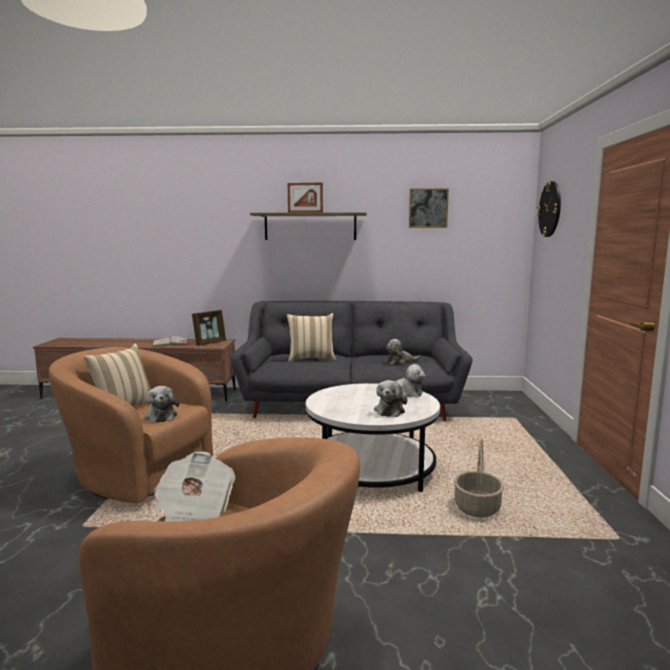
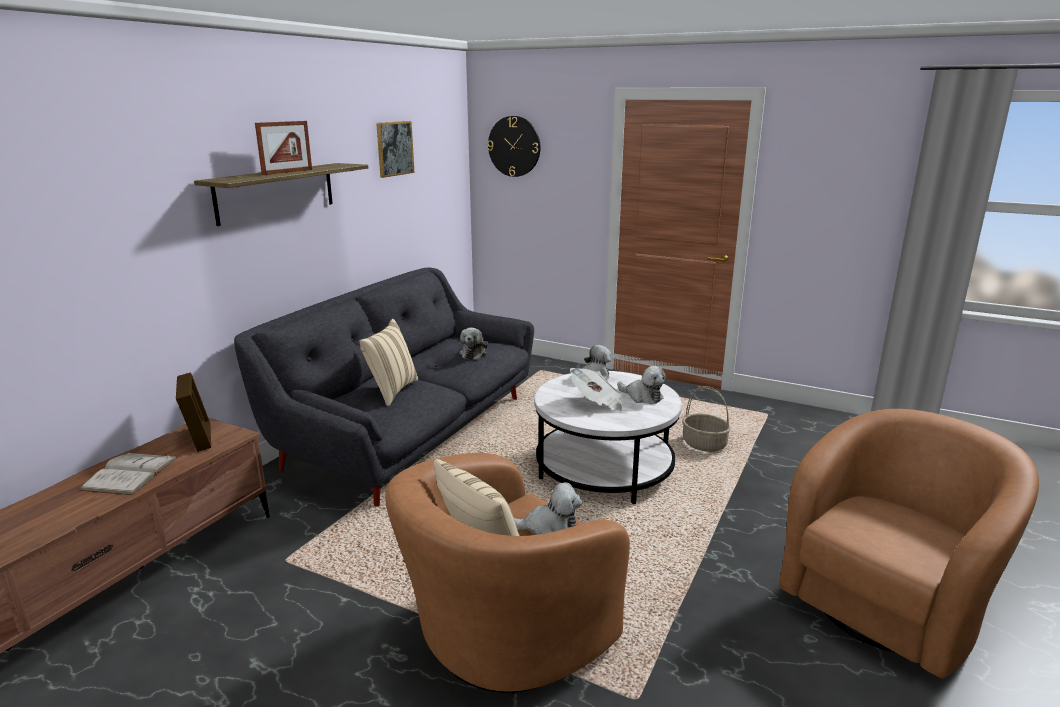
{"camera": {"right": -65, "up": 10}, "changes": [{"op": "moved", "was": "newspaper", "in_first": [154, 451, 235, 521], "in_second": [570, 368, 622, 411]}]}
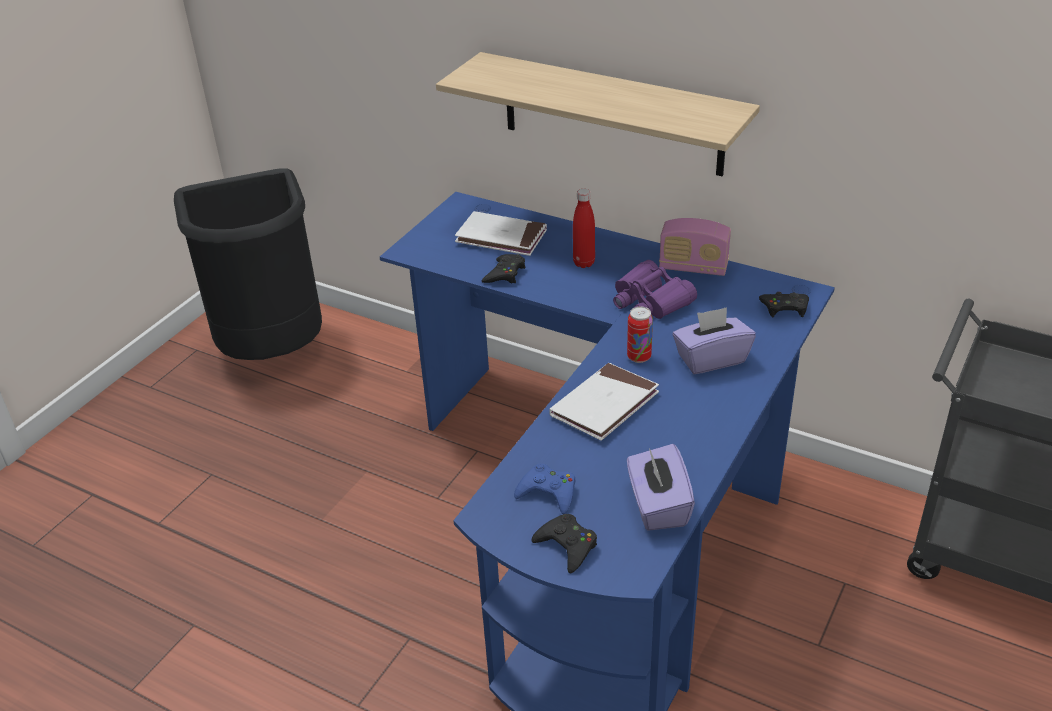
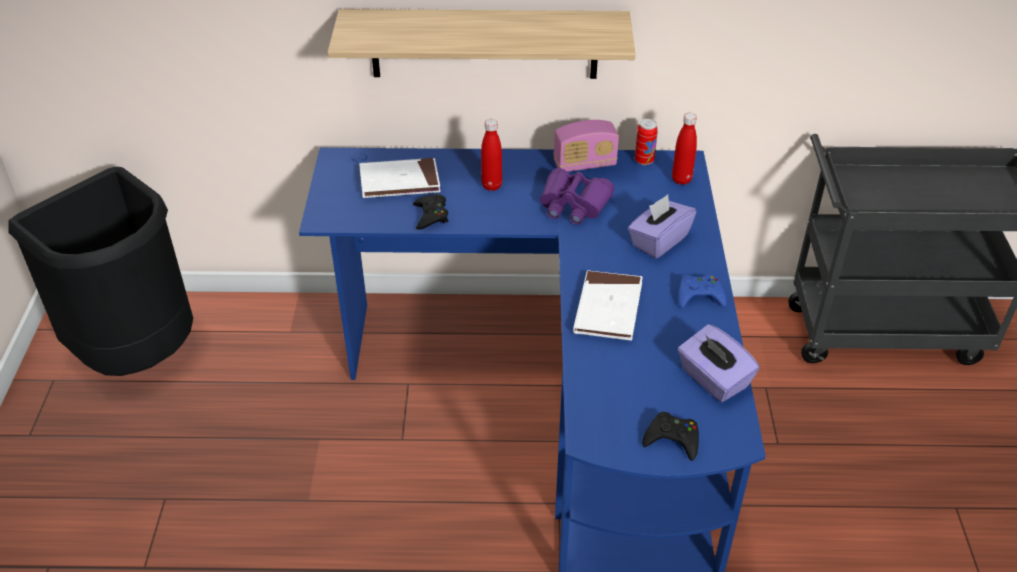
{"camera": {"right": -30, "up": 5}, "changes": [{"op": "moved", "was": "blue game controller", "in_first": [514, 464, 575, 514], "in_second": [678, 275, 727, 308]}, {"op": "moved", "was": "can", "in_first": [627, 306, 653, 363], "in_second": [635, 119, 658, 165]}, {"op": "replaced", "was": "black game controller", "now": "red bottle", "in_first": [759, 292, 809, 317], "in_second": [672, 113, 697, 185]}]}
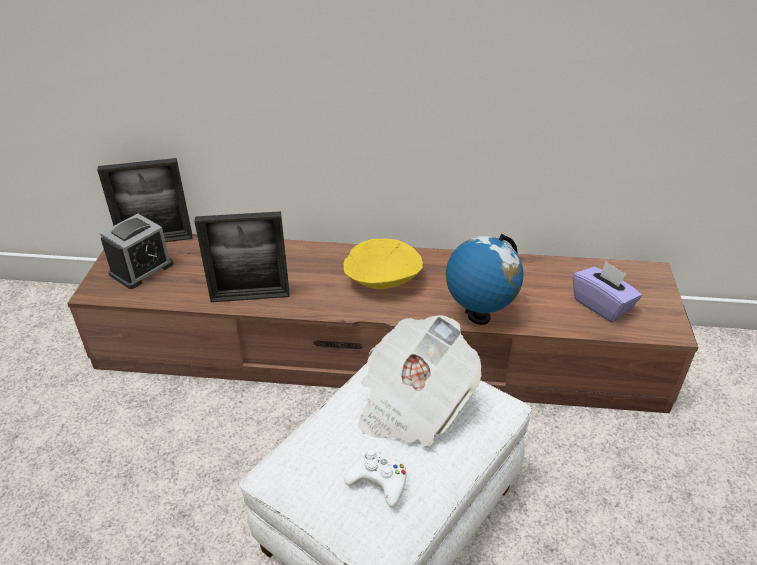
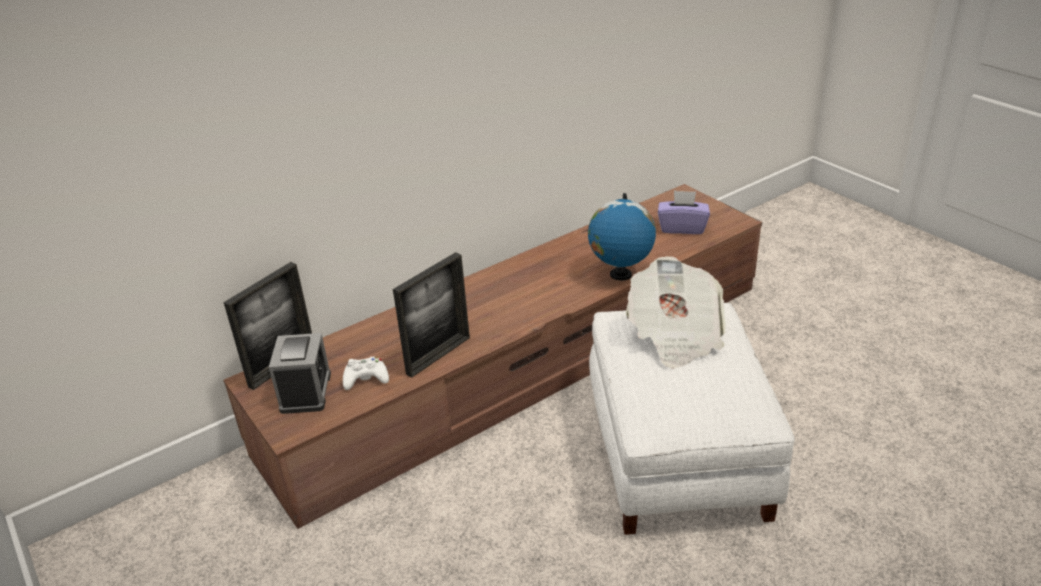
{"camera": {"right": -40, "up": -5}, "changes": [{"op": "removed", "was": "yellow bowl", "in_first": [343, 239, 423, 289]}, {"op": "moved", "was": "white game controller", "in_first": [344, 449, 407, 507], "in_second": [343, 357, 389, 390]}]}
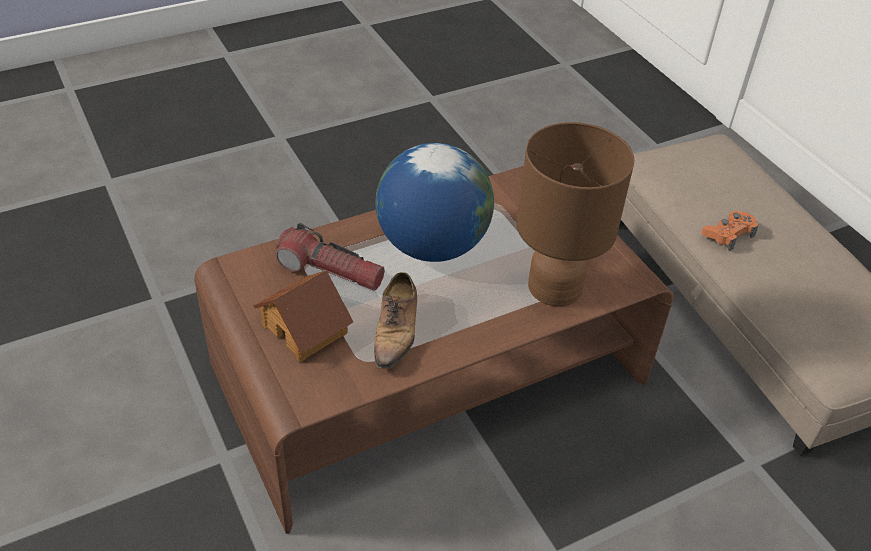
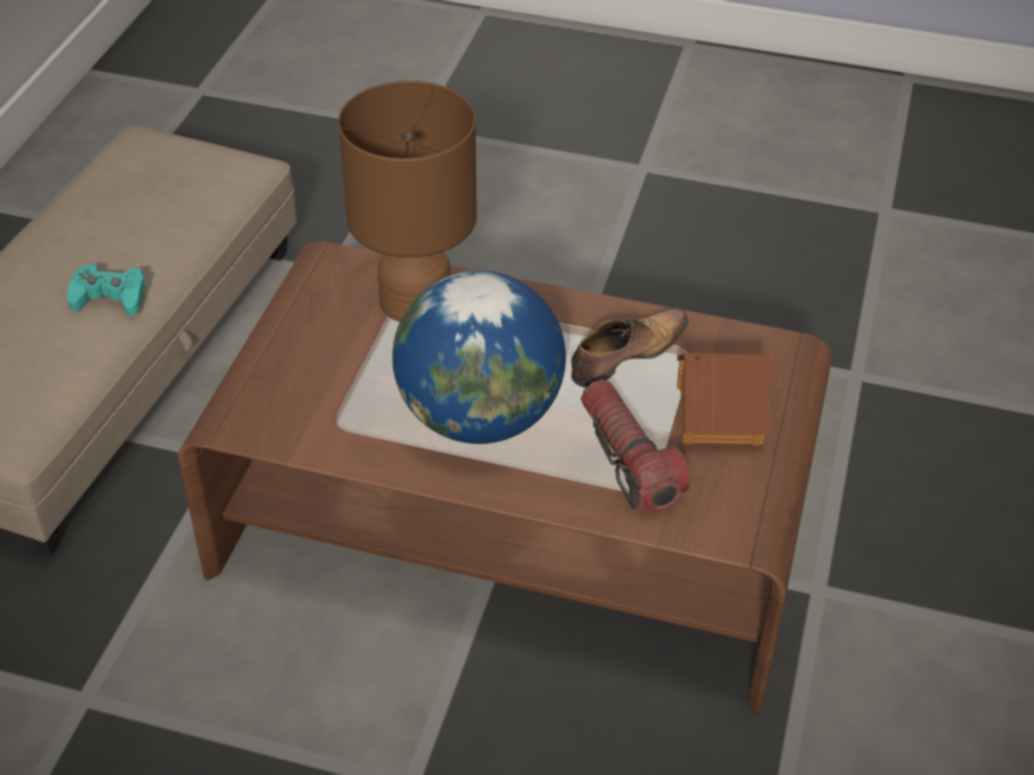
{"camera": {"right": -135, "up": 0}, "changes": [{"op": "recoloured", "was": "orange game controller", "now": "turquoise game controller", "in_first": [701, 211, 758, 251], "in_second": [67, 264, 146, 316]}]}
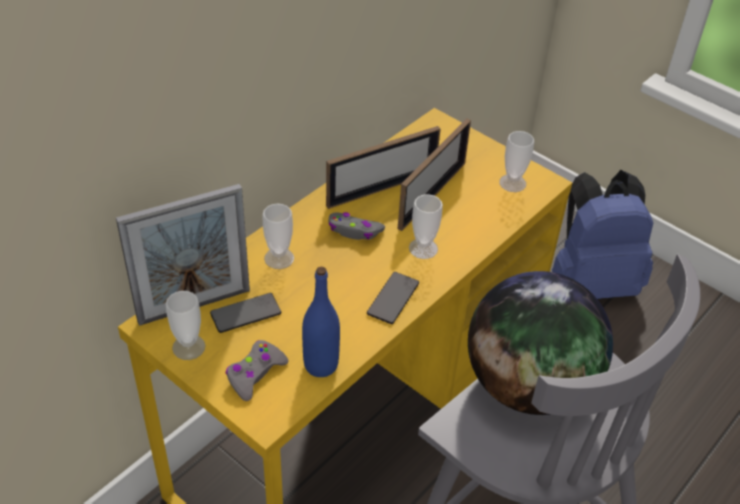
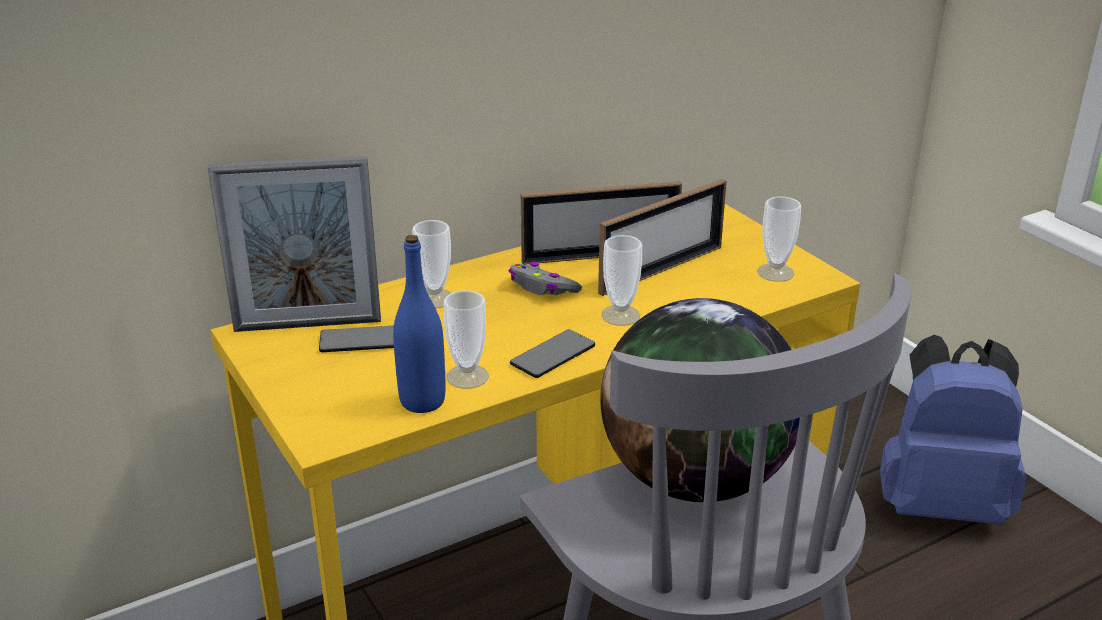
{"camera": {"right": 20, "up": -15}, "changes": [{"op": "moved", "was": "cup", "in_first": [166, 291, 206, 360], "in_second": [444, 290, 489, 389]}, {"op": "removed", "was": "grey game controller", "in_first": [226, 340, 288, 401]}]}
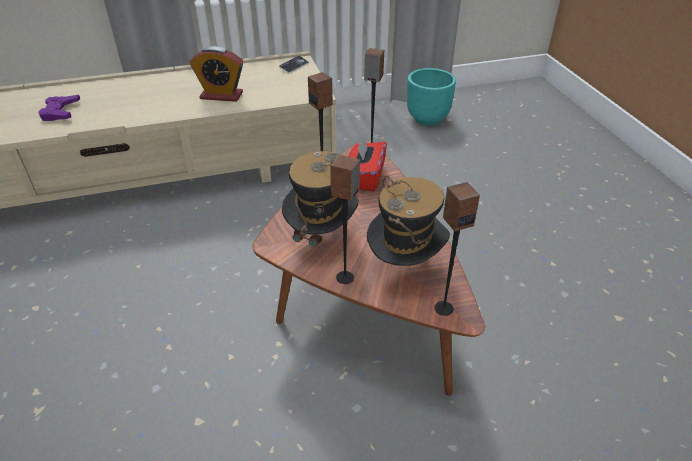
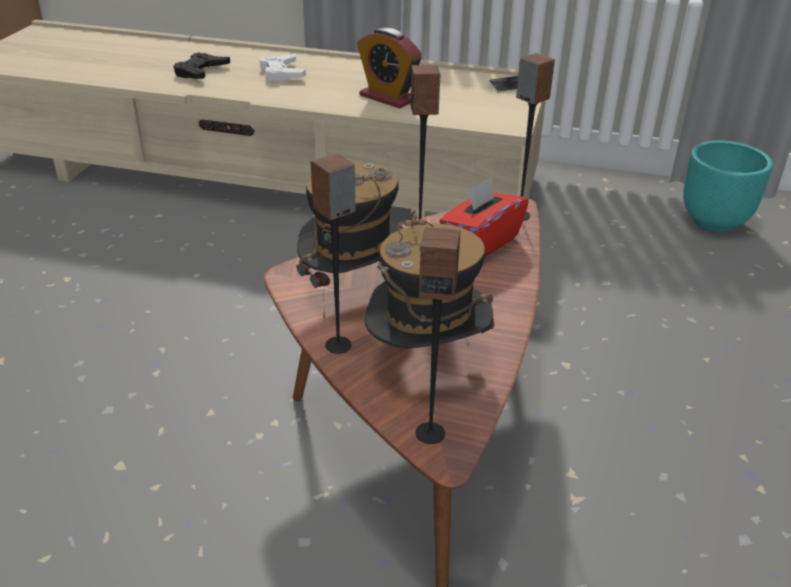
{"camera": {"right": 30, "up": -5}, "changes": [{"op": "recoloured", "was": "purple game controller", "now": "black game controller", "in_first": [38, 94, 80, 121], "in_second": [173, 53, 230, 79]}, {"op": "added", "now": "white game controller", "in_second": [259, 53, 306, 82]}]}
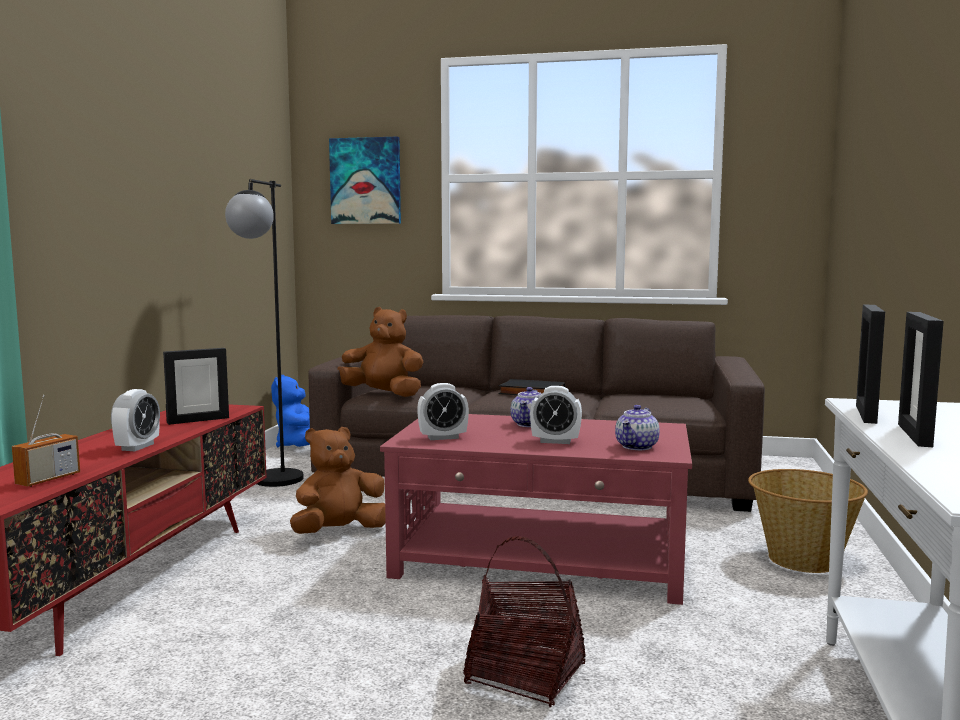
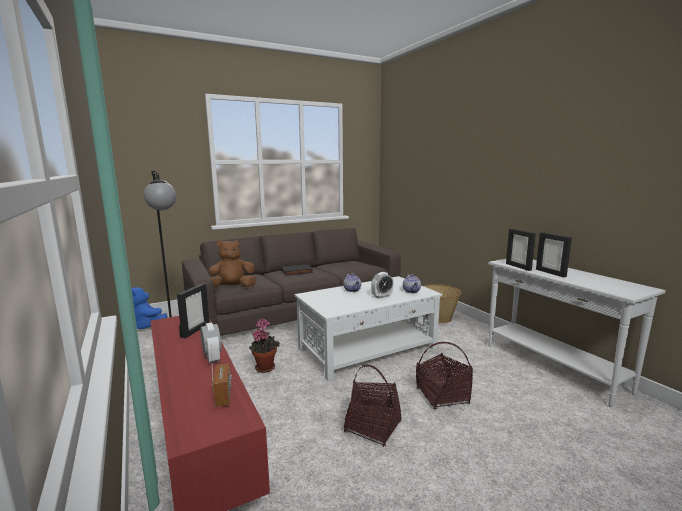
{"camera": {"right": -40, "up": 5}, "changes": [{"op": "replaced", "was": "brown plush toy", "now": "potted plant", "in_first": [290, 427, 386, 534], "in_second": [249, 319, 280, 373]}, {"op": "removed", "was": "picture", "in_first": [329, 136, 401, 224]}, {"op": "recoloured", "was": "red coffee table", "now": "white coffee table", "in_first": [380, 414, 692, 605], "in_second": [295, 276, 442, 380]}, {"op": "removed", "was": "alarm clock", "in_first": [417, 383, 469, 440]}, {"op": "added", "now": "basket", "in_second": [344, 365, 401, 447]}]}
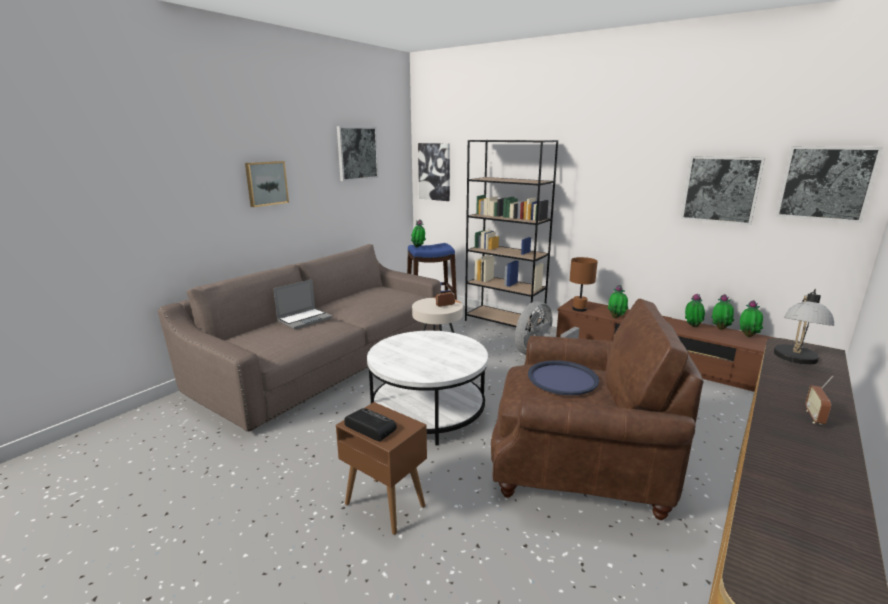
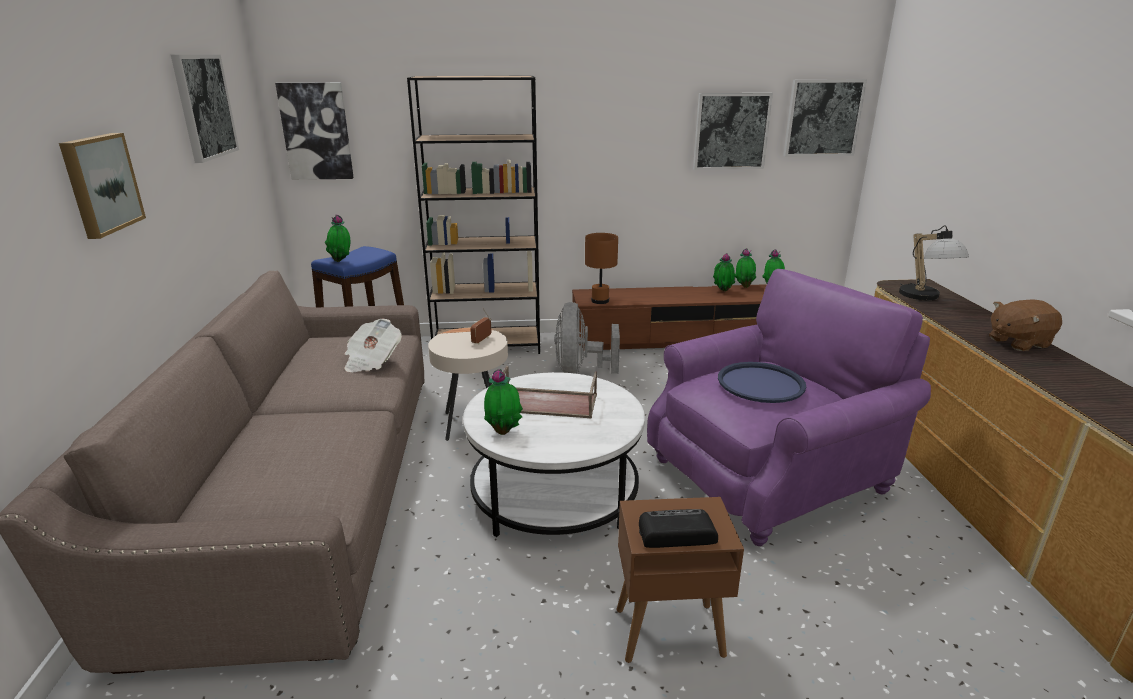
{"camera": {"right": -40, "up": 5}, "changes": [{"op": "removed", "was": "laptop", "in_first": [273, 279, 332, 329]}, {"op": "recoloured", "was": "brown armchair", "now": "purple armchair", "in_first": [491, 299, 704, 520], "in_second": [647, 269, 931, 546]}, {"op": "moved", "was": "potted plant", "in_first": [607, 285, 628, 318], "in_second": [484, 369, 523, 435]}, {"op": "replaced", "was": "radio", "now": "brown plush toy", "in_first": [805, 376, 834, 425], "in_second": [989, 299, 1062, 351]}, {"op": "added", "now": "newspaper", "in_second": [344, 319, 402, 372]}, {"op": "added", "now": "brown tray", "in_second": [503, 366, 597, 418]}]}
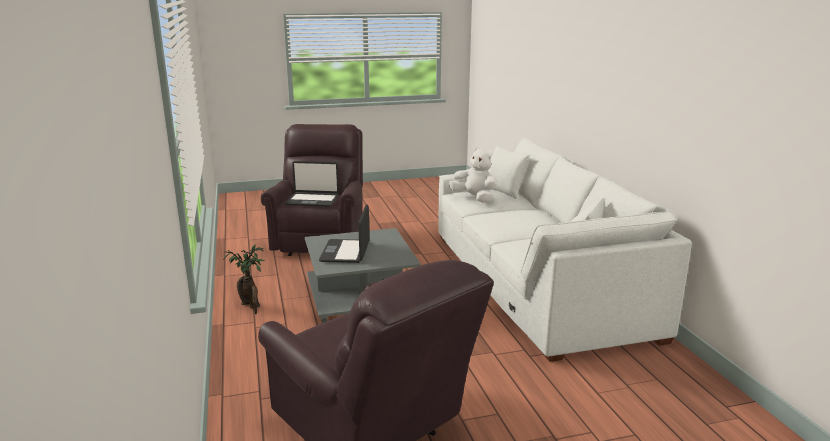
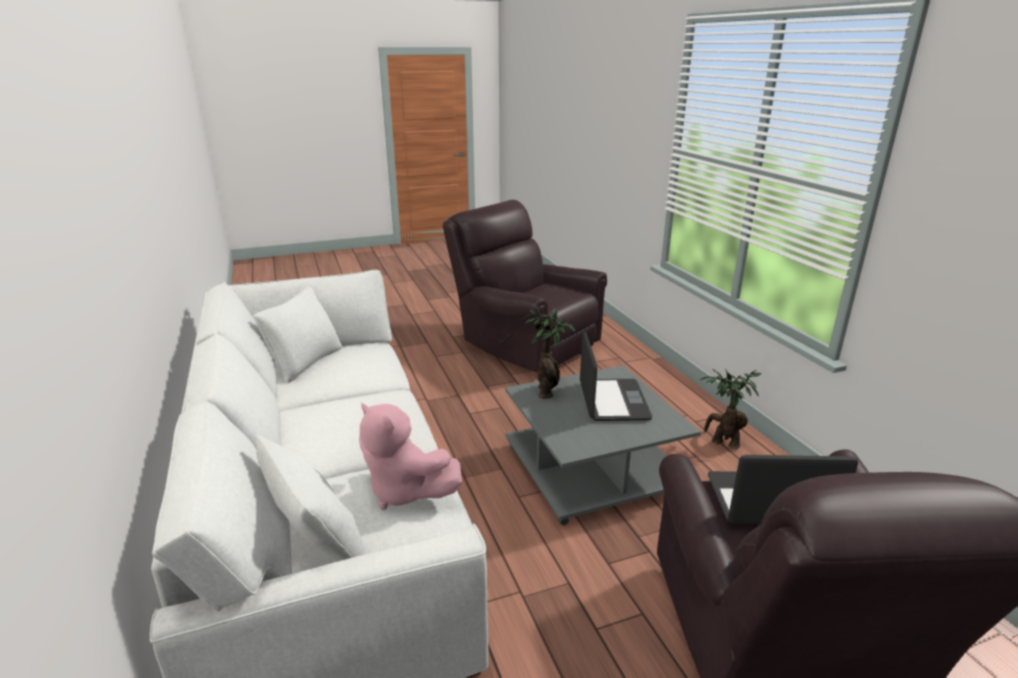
{"camera": {"right": 175, "up": 5}, "changes": [{"op": "recoloured", "was": "white plush toy", "now": "pink plush toy", "in_first": [449, 147, 497, 203], "in_second": [359, 402, 462, 510]}, {"op": "added", "now": "potted plant", "in_second": [521, 306, 575, 399]}]}
